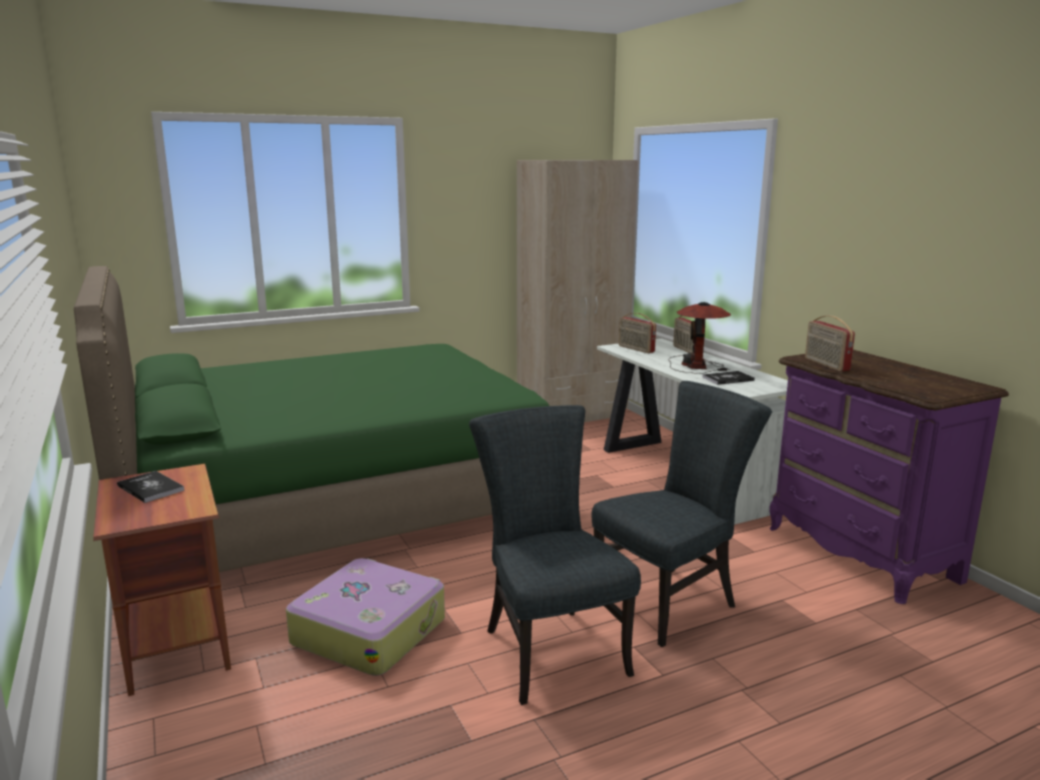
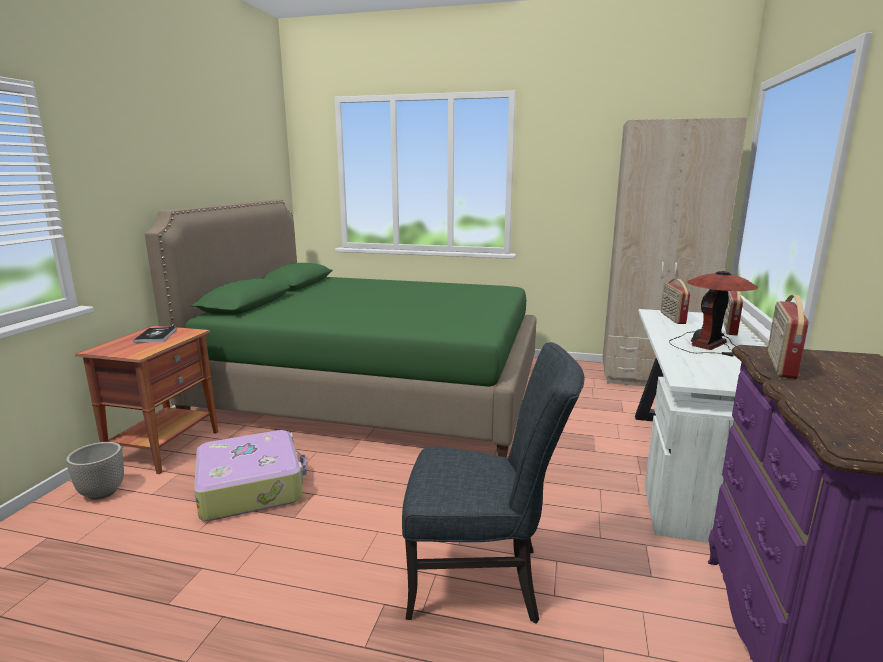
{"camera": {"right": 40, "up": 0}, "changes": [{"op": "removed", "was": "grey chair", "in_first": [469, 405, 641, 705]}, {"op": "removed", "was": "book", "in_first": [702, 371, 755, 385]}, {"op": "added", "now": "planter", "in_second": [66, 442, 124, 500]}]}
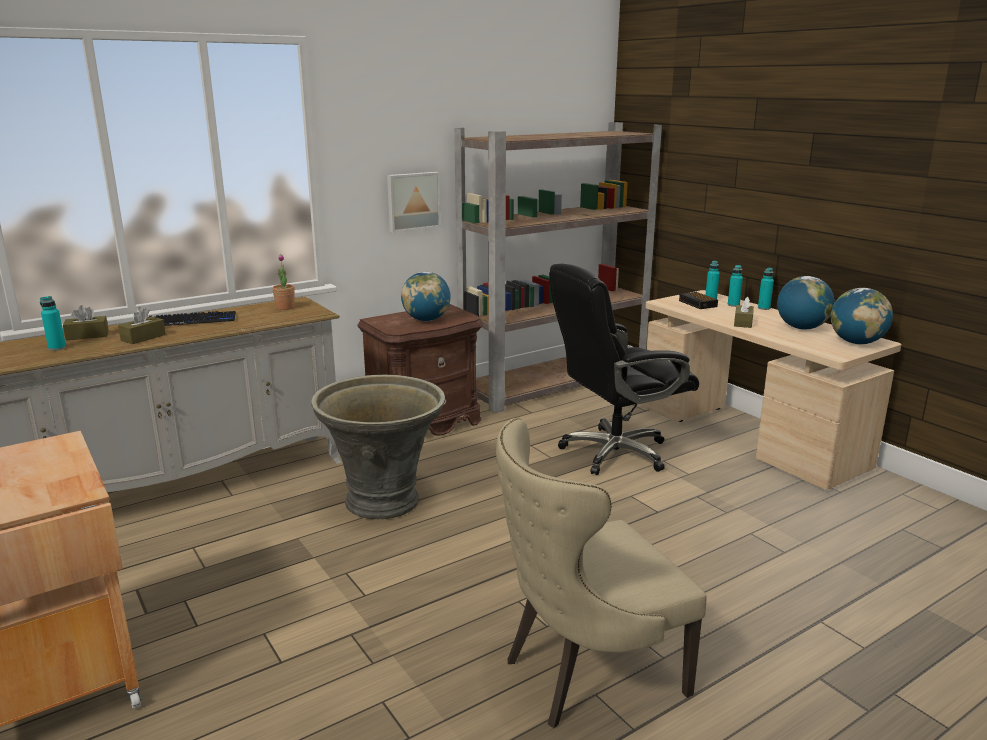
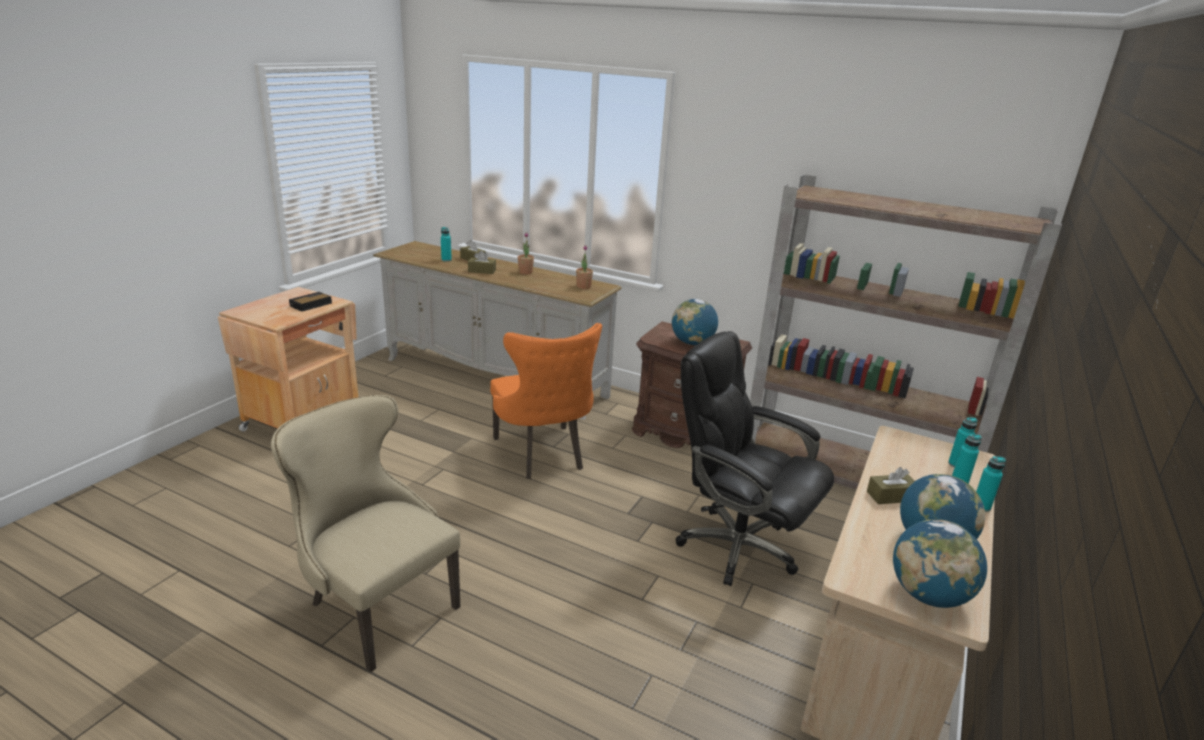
{"camera": {"right": 60, "up": 5}, "changes": [{"op": "replaced", "was": "keyboard", "now": "potted plant", "in_first": [149, 311, 236, 326], "in_second": [518, 232, 534, 275]}, {"op": "replaced", "was": "grey planter", "now": "orange chair", "in_first": [311, 375, 445, 519], "in_second": [490, 323, 602, 479]}, {"op": "removed", "was": "picture", "in_first": [387, 172, 441, 232]}, {"op": "moved", "was": "alarm clock", "in_first": [679, 292, 718, 309], "in_second": [289, 292, 332, 312]}]}
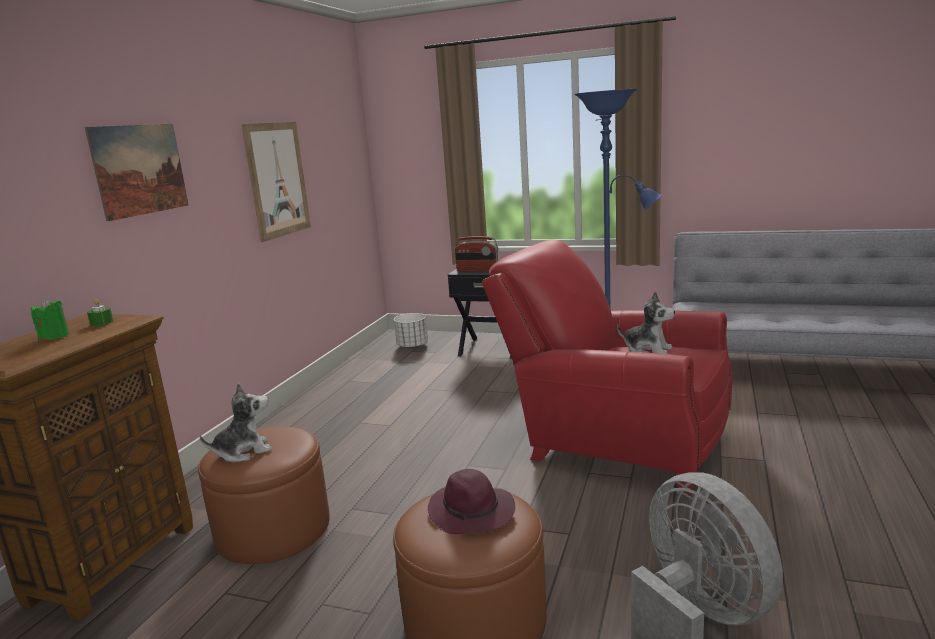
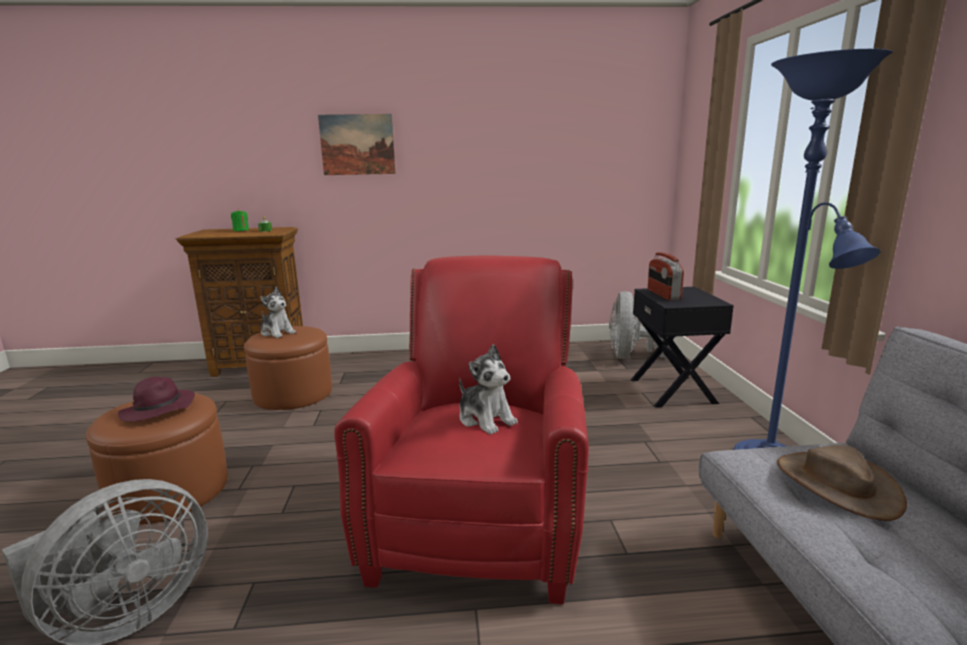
{"camera": {"right": 65, "up": 0}, "changes": [{"op": "removed", "was": "picture", "in_first": [241, 122, 311, 242]}, {"op": "replaced", "was": "white planter", "now": "grey fan", "in_first": [394, 313, 428, 349], "in_second": [609, 291, 669, 359]}, {"op": "turned", "was": "plush toy", "in_first": [617, 291, 675, 354], "in_second": [459, 344, 518, 435], "clockwise": -45}, {"op": "added", "now": "brown hat", "in_second": [777, 445, 907, 521]}]}
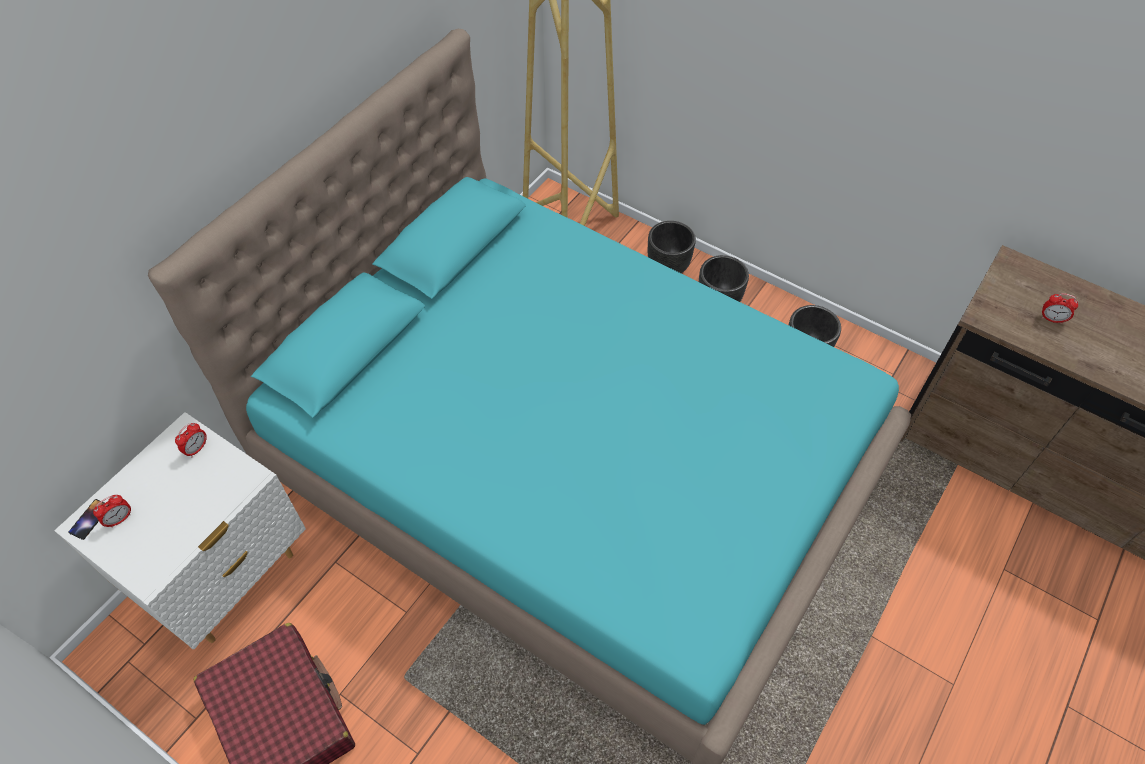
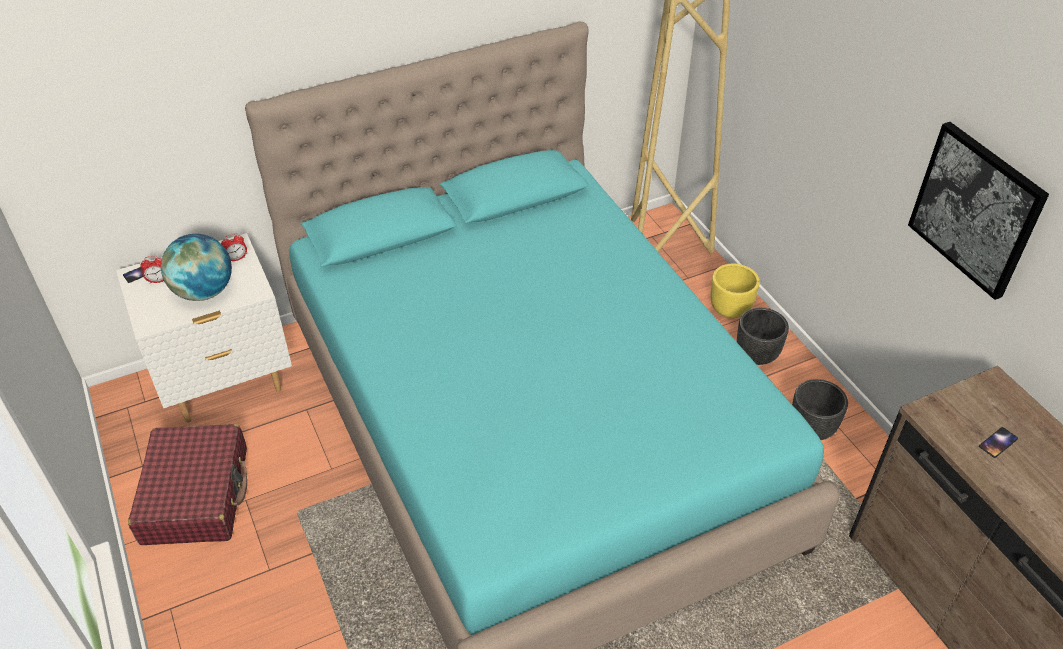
{"camera": {"right": 30, "up": -10}, "changes": [{"op": "recoloured", "was": "black planter", "now": "yellow planter", "in_first": [648, 221, 696, 273], "in_second": [711, 264, 760, 319]}, {"op": "replaced", "was": "alarm clock", "now": "phone", "in_first": [1042, 293, 1079, 324], "in_second": [979, 427, 1018, 458]}, {"op": "added", "now": "globe", "in_second": [161, 234, 232, 301]}, {"op": "added", "now": "picture", "in_second": [908, 122, 1049, 300]}]}
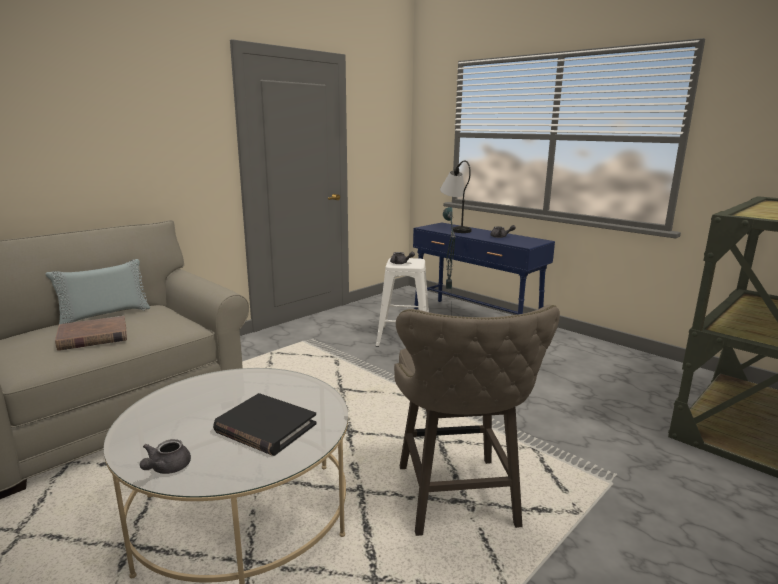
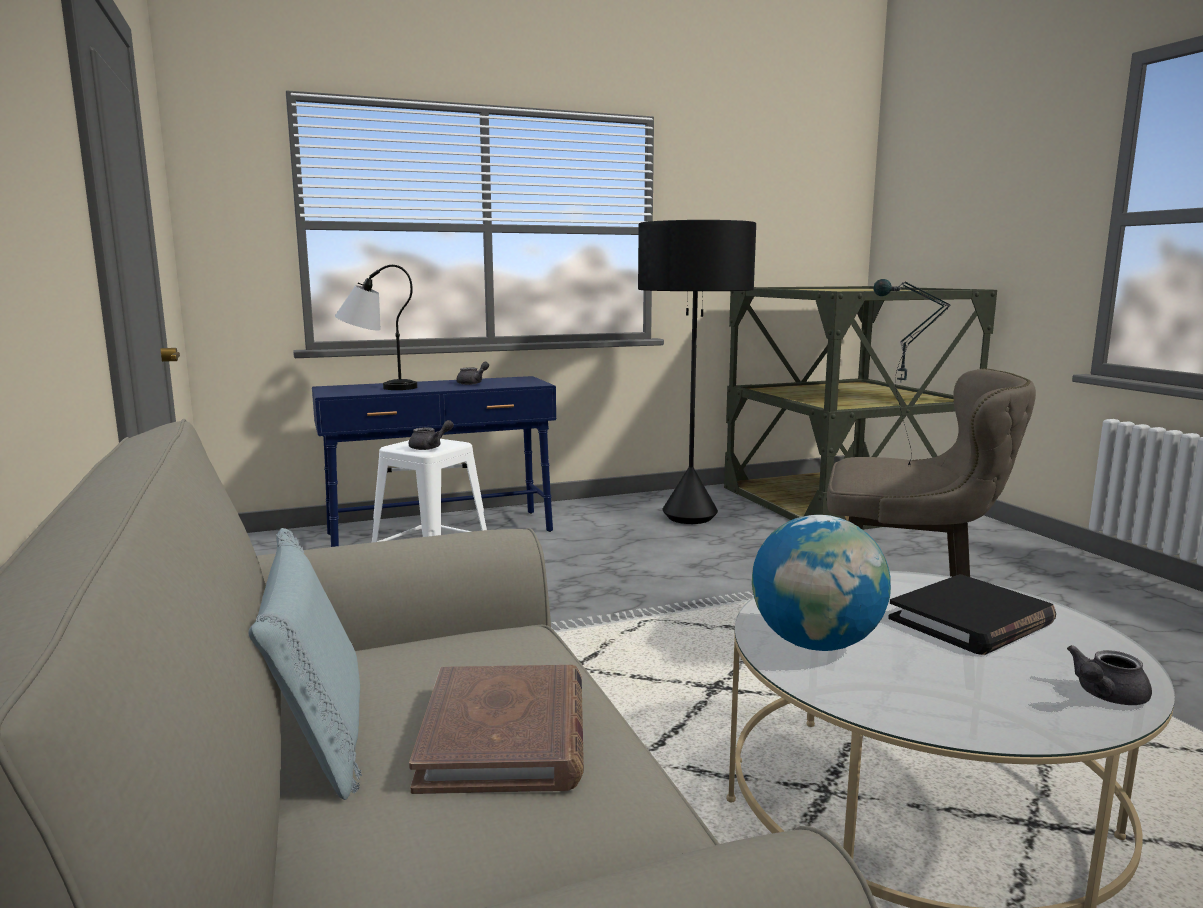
{"camera": {"right": -65, "up": -5}, "changes": [{"op": "turned", "was": "grey teapot", "in_first": [140, 439, 191, 474], "in_second": [1067, 645, 1152, 705], "clockwise": 105}, {"op": "added", "now": "black floor lamp", "in_second": [638, 220, 756, 524]}, {"op": "added", "now": "globe", "in_second": [752, 515, 891, 651]}]}
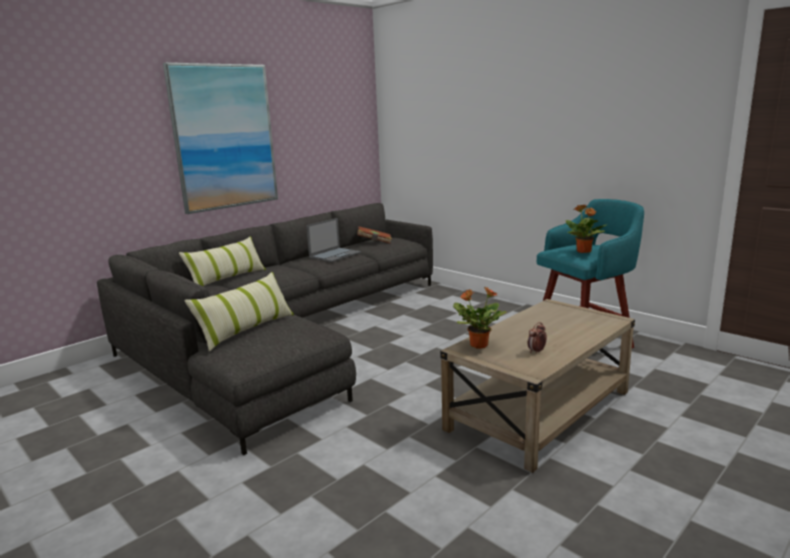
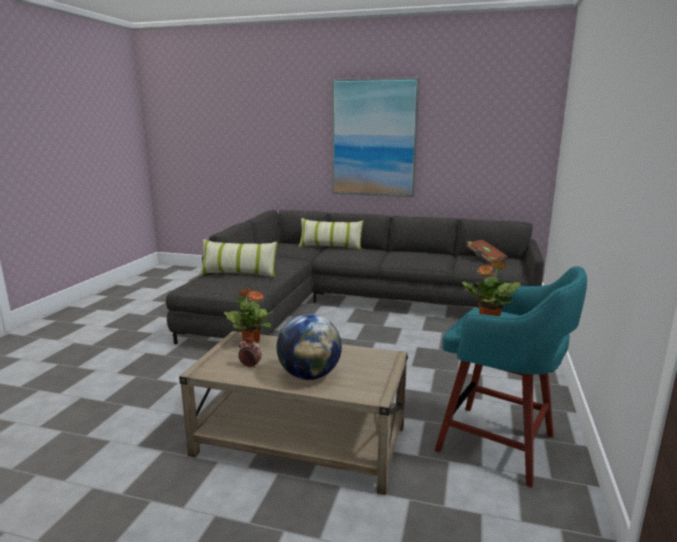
{"camera": {"right": 60, "up": 0}, "changes": [{"op": "removed", "was": "laptop", "in_first": [306, 218, 361, 262]}, {"op": "added", "now": "globe", "in_second": [277, 314, 342, 380]}]}
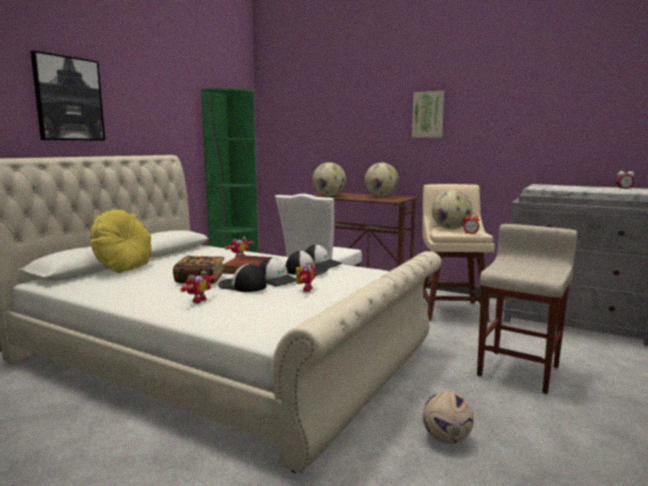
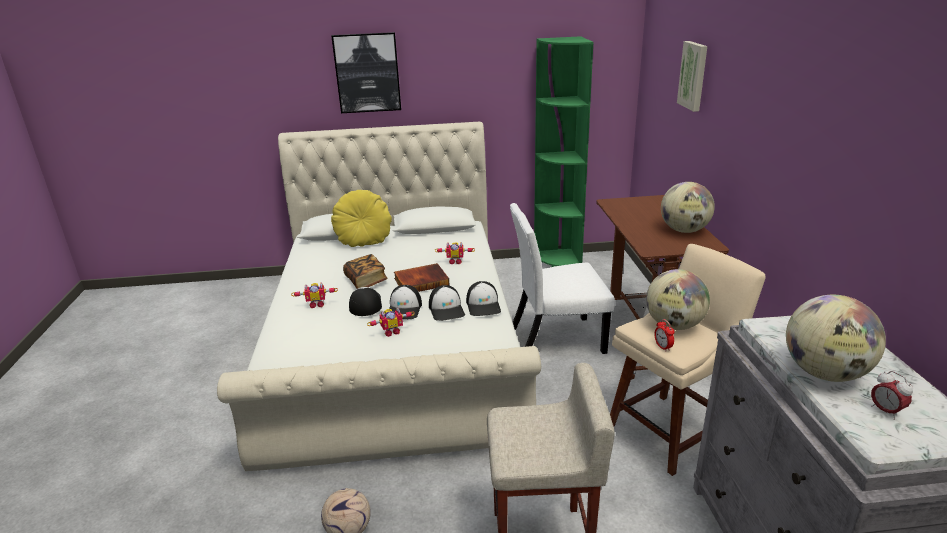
{"camera": {"right": 55, "up": 15}, "changes": [{"op": "moved", "was": "globe", "in_first": [313, 162, 346, 196], "in_second": [786, 295, 886, 382]}, {"op": "moved", "was": "picture", "in_first": [412, 91, 444, 138], "in_second": [677, 41, 707, 112]}]}
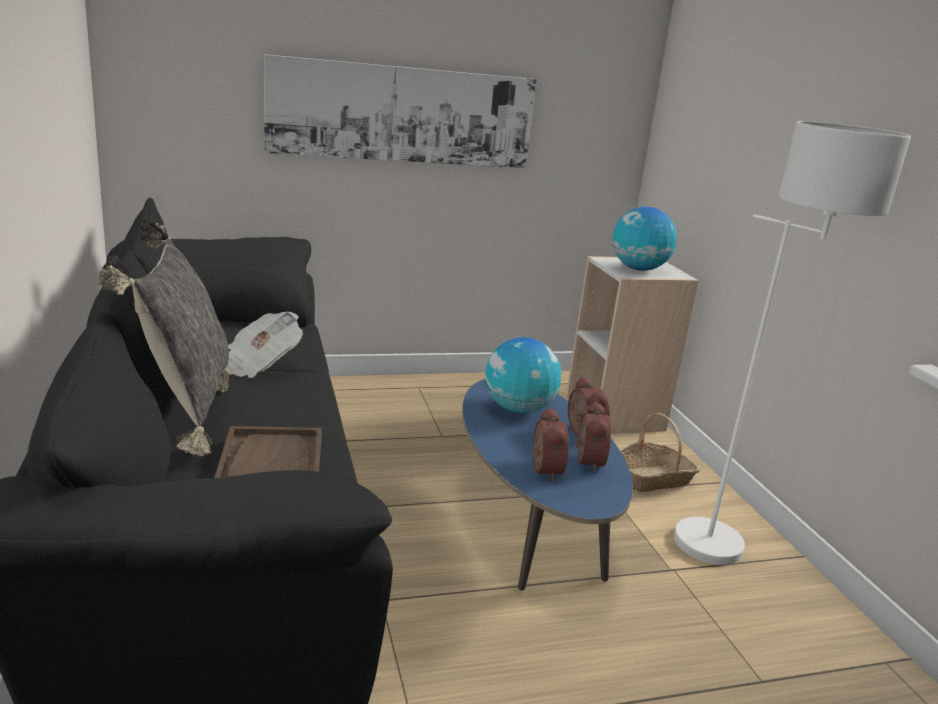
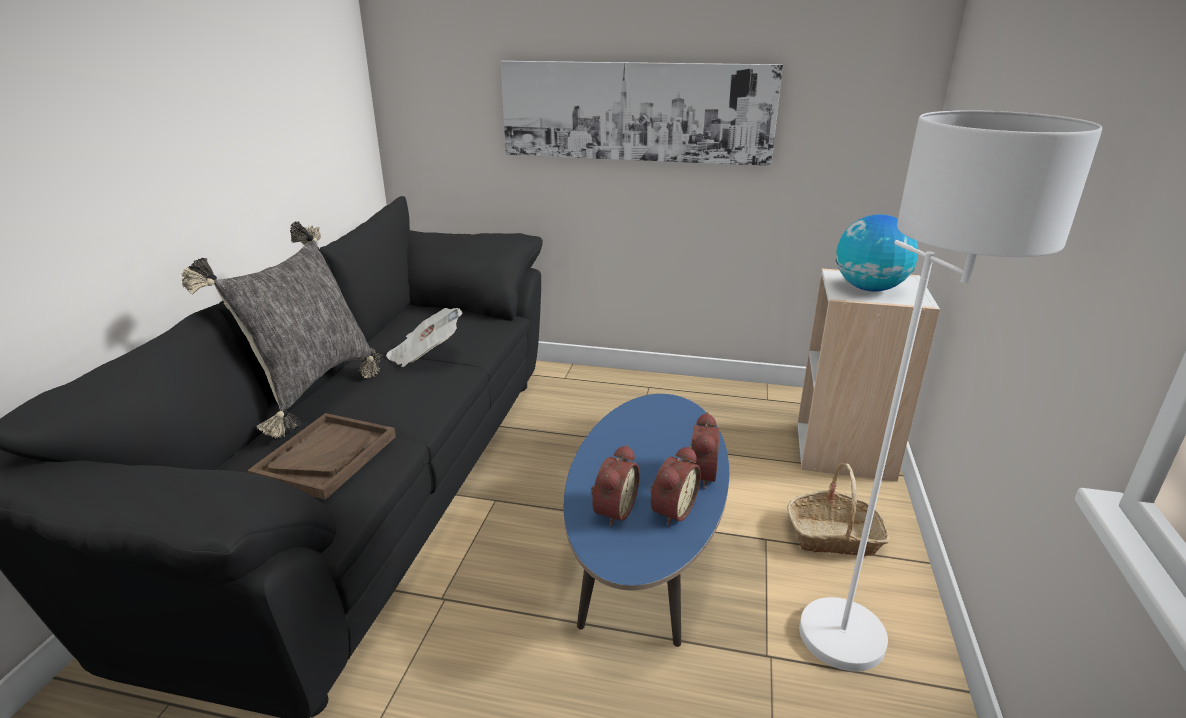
{"camera": {"right": 30, "up": 5}, "changes": [{"op": "removed", "was": "globe", "in_first": [485, 337, 561, 414]}]}
